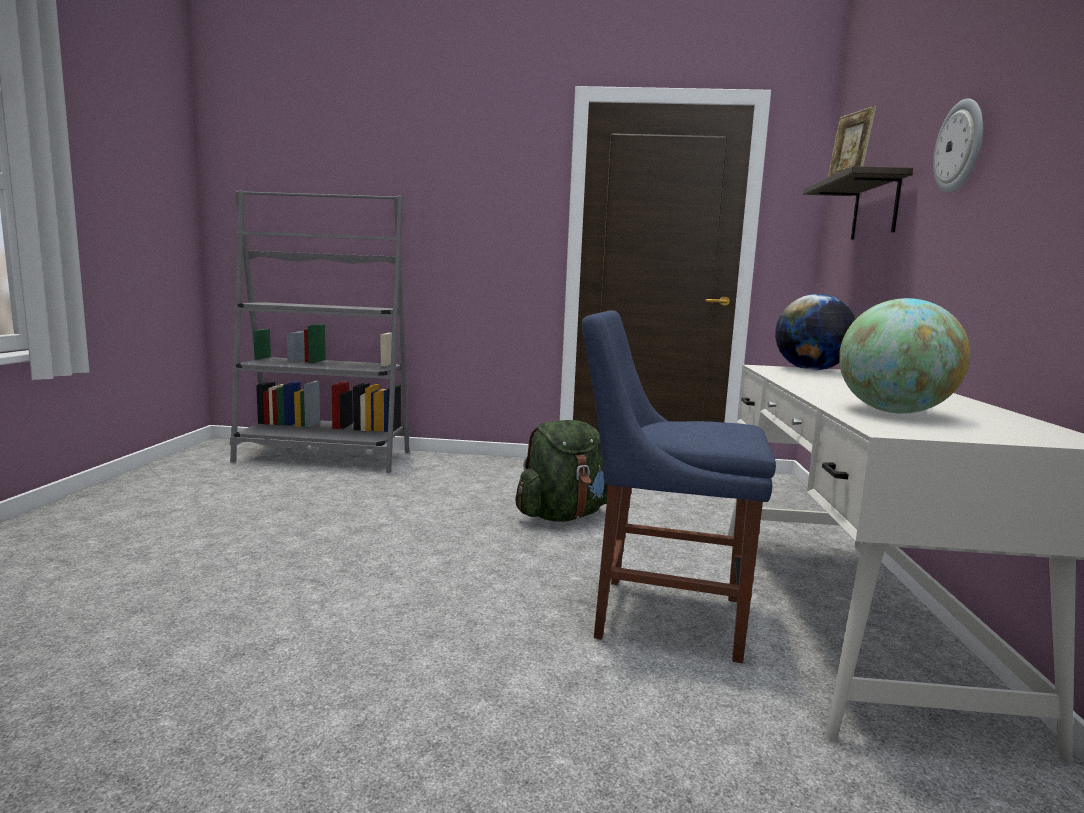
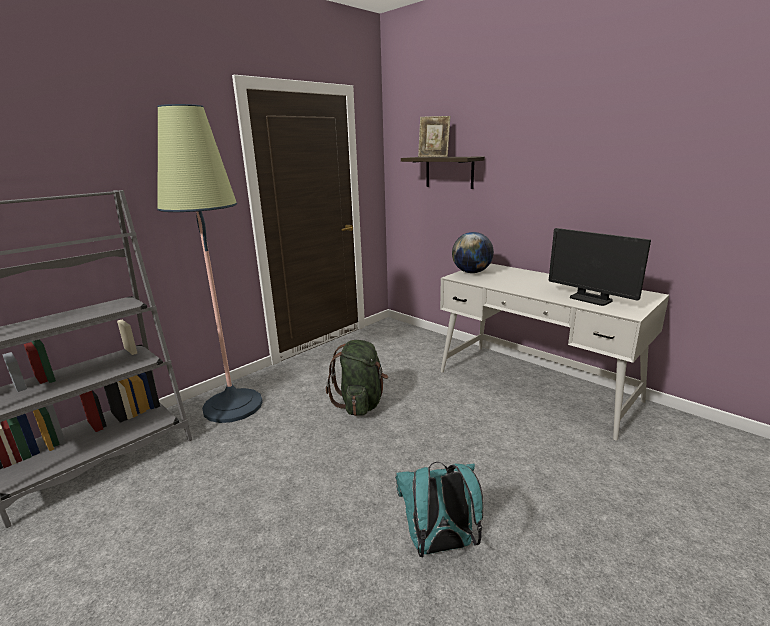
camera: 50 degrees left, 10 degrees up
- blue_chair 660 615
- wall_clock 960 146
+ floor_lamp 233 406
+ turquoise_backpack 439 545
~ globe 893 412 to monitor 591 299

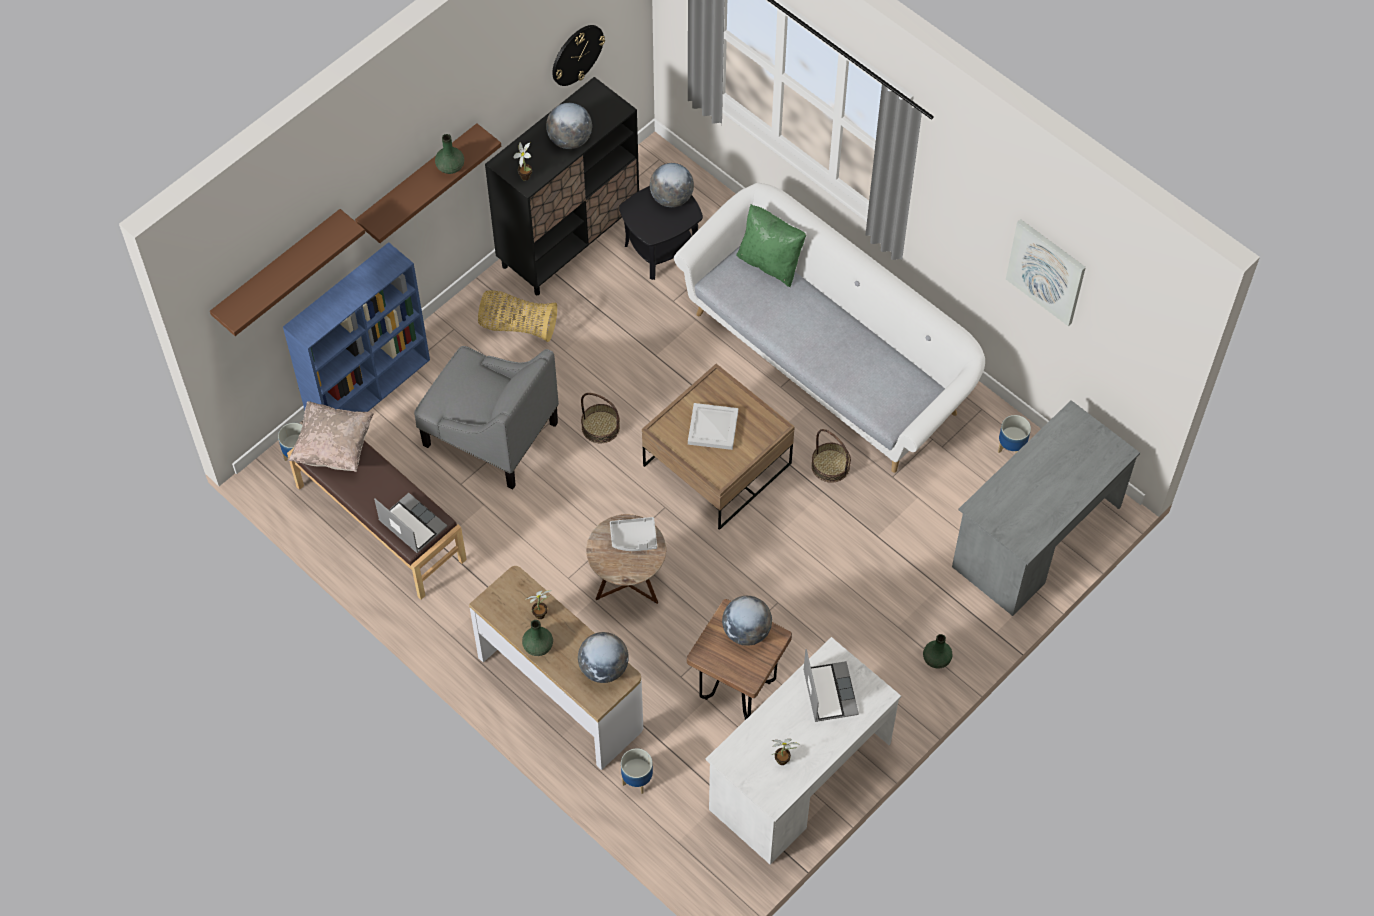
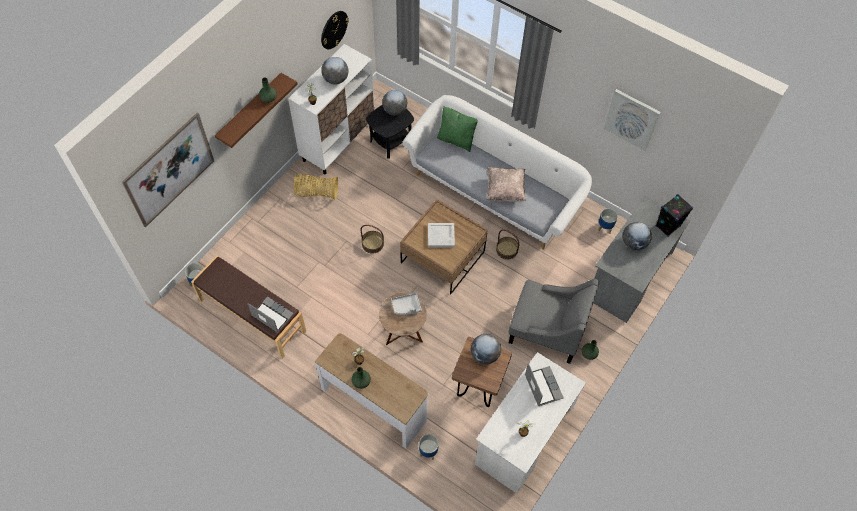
camera: 10 degrees left, 0 degrees up
- blue_bookcase 370 389
+ black_speaker 667 226
~ beige_pillow 333 447 to 505 190
~ grey_armchair 490 434 to 546 330
~ globe 604 668 to 634 243
~ brown_shelf 278 270 to picture 170 170
~ black_cabinet 569 239 to white_cabinet 338 142

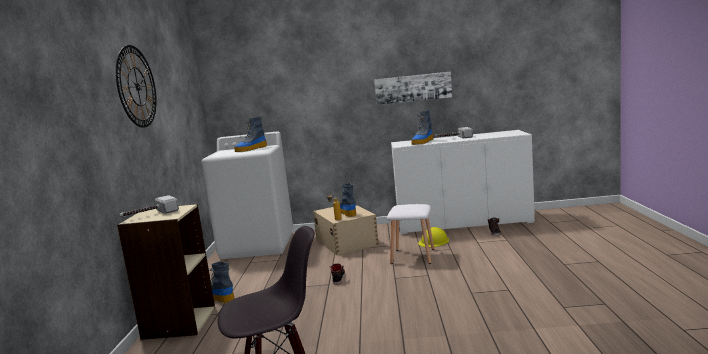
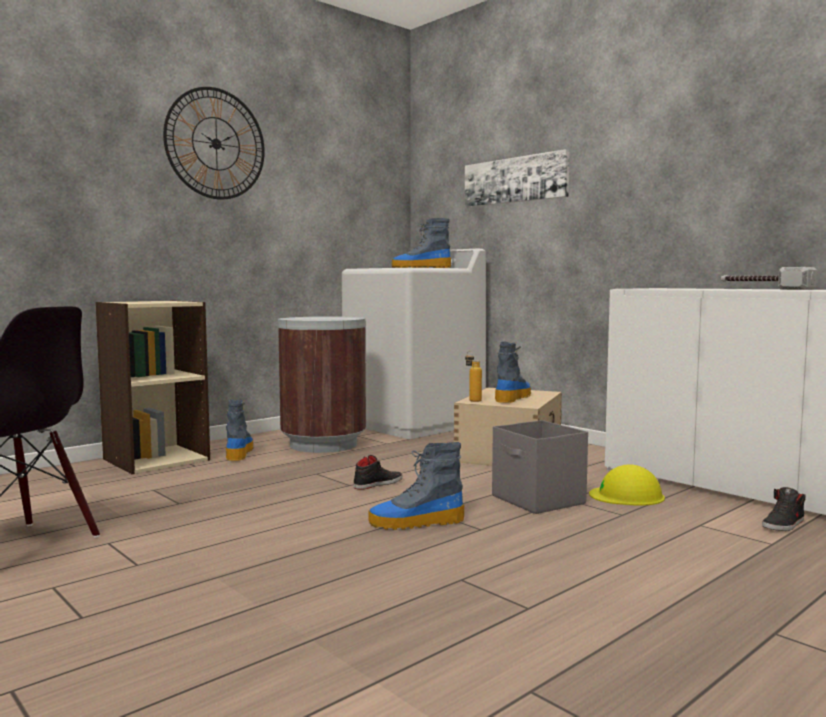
camera: 45 degrees right, 5 degrees down
- hammer 149 215
+ brown_trash_can 324 444
~ picture 413 88 to 515 180
~ boot 423 142 to 416 523
~ white_stool 413 256 to grey_storage_box 538 500

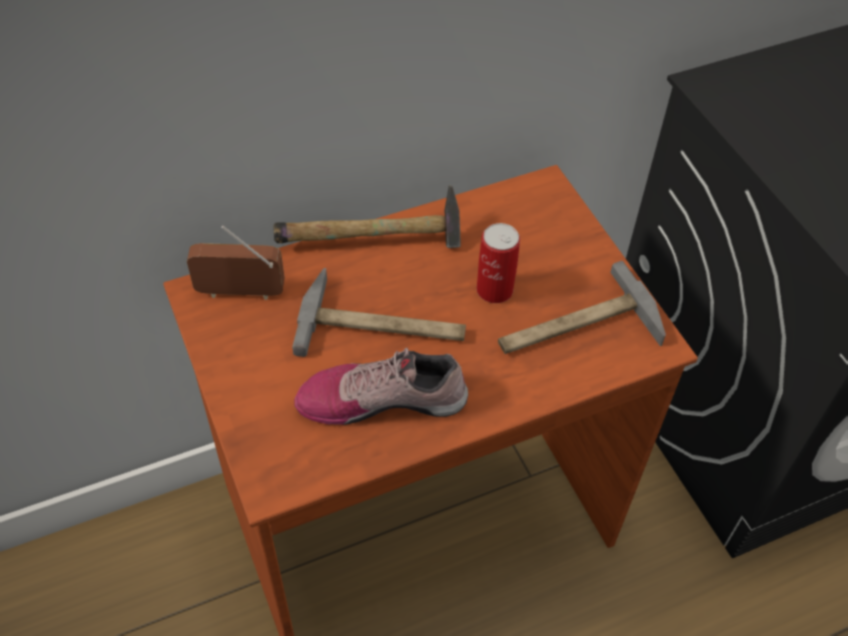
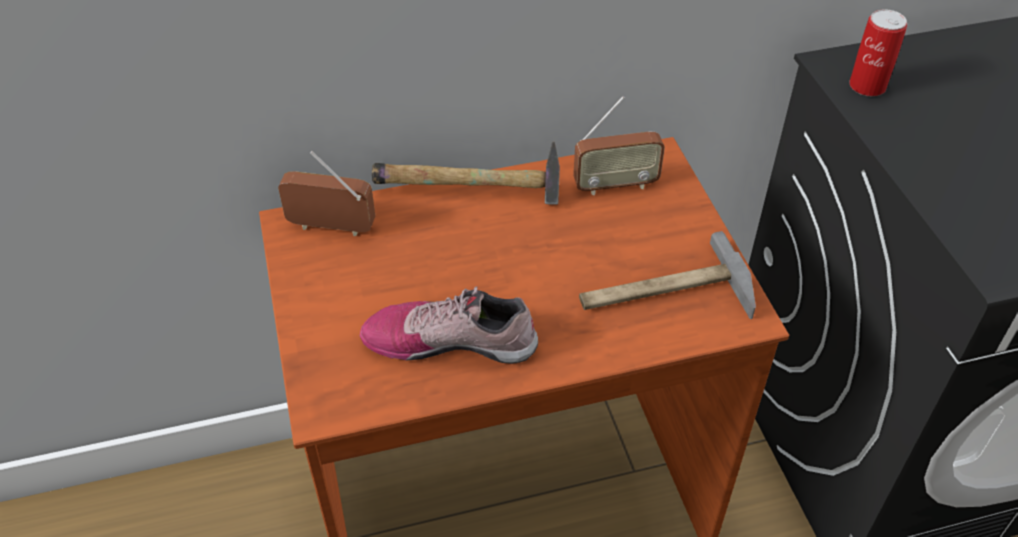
camera: 10 degrees right, 5 degrees down
- hammer 382 324
+ radio 615 185
~ can 494 290 to 867 86

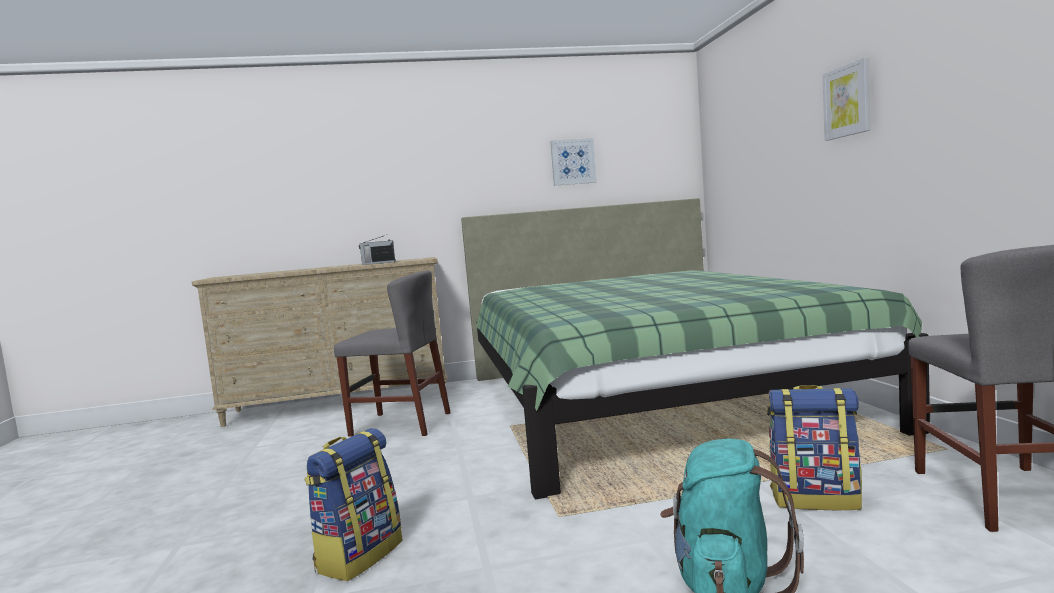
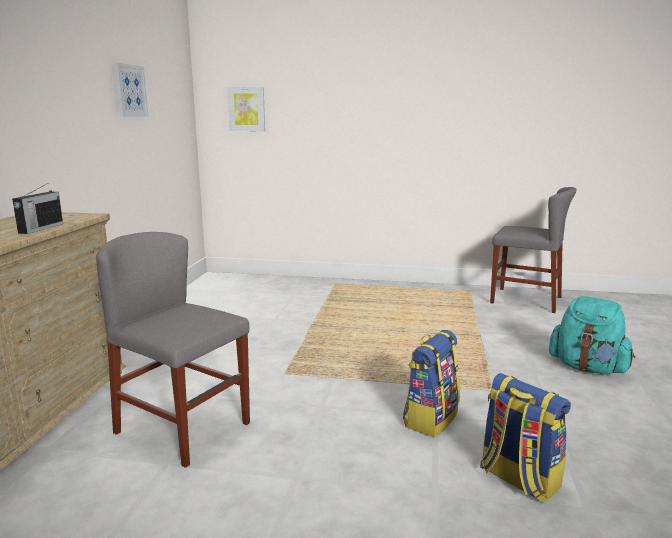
camera: 70 degrees left, 10 degrees up
- green_bed 647 400
~ backpack 815 498 to 430 418
~ picture 847 101 to 246 109
~ grey_chair 400 424 = 183 428 90 degrees counterclockwise

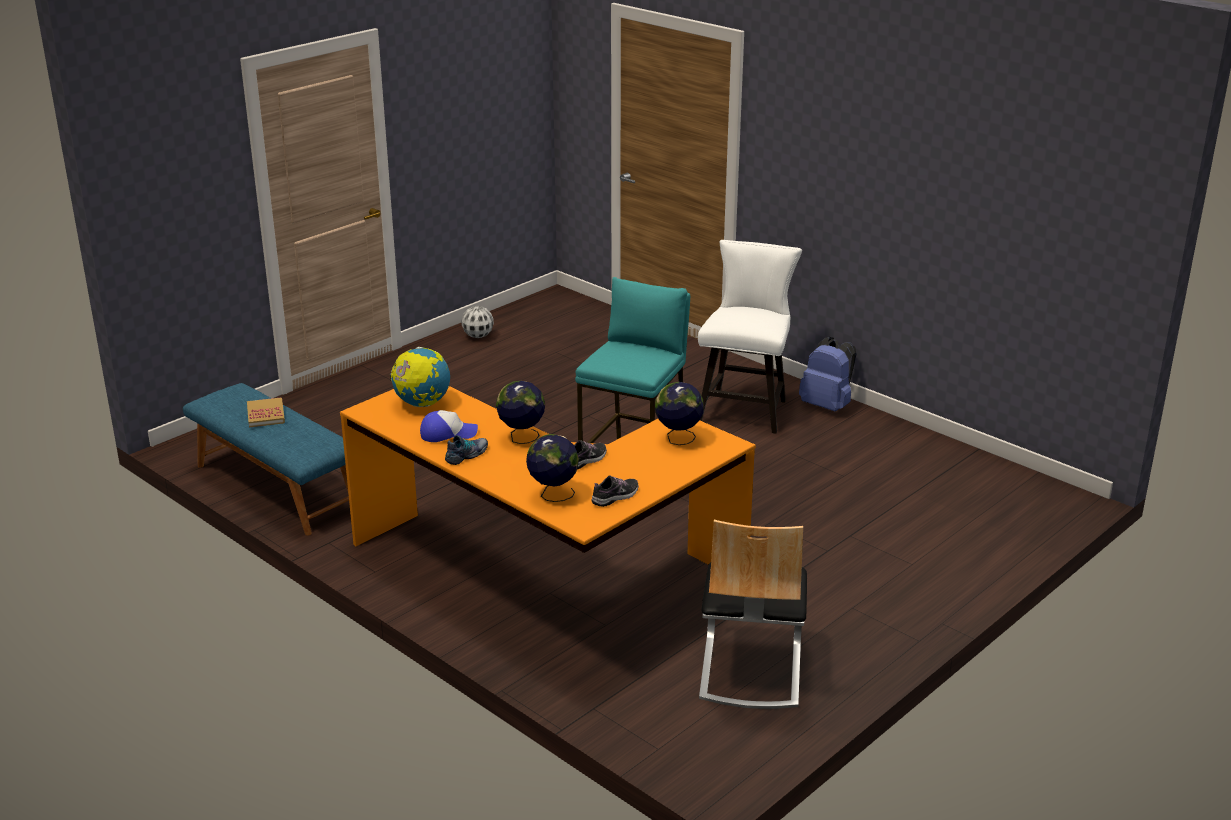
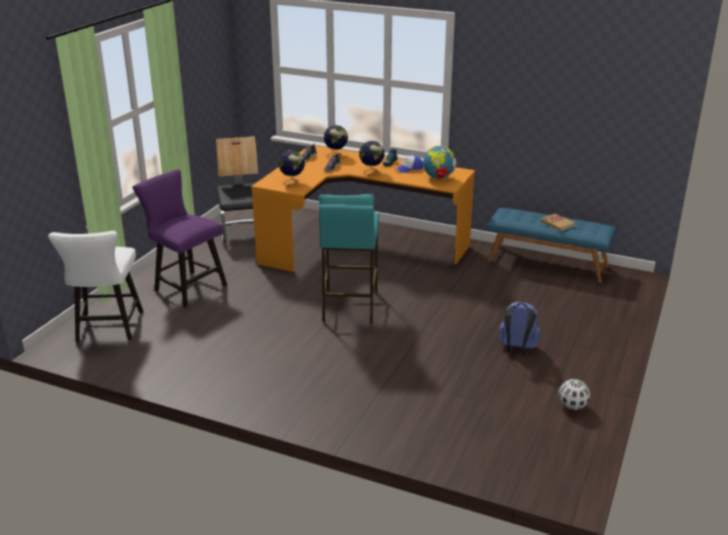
camera: 160 degrees right, 0 degrees up
+ purple_chair 186 287
~ white_chair 745 408 to 107 329
~ blue_backpack 827 405 to 517 350

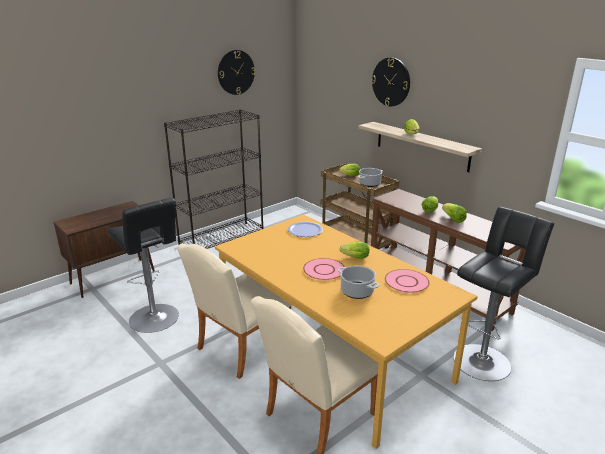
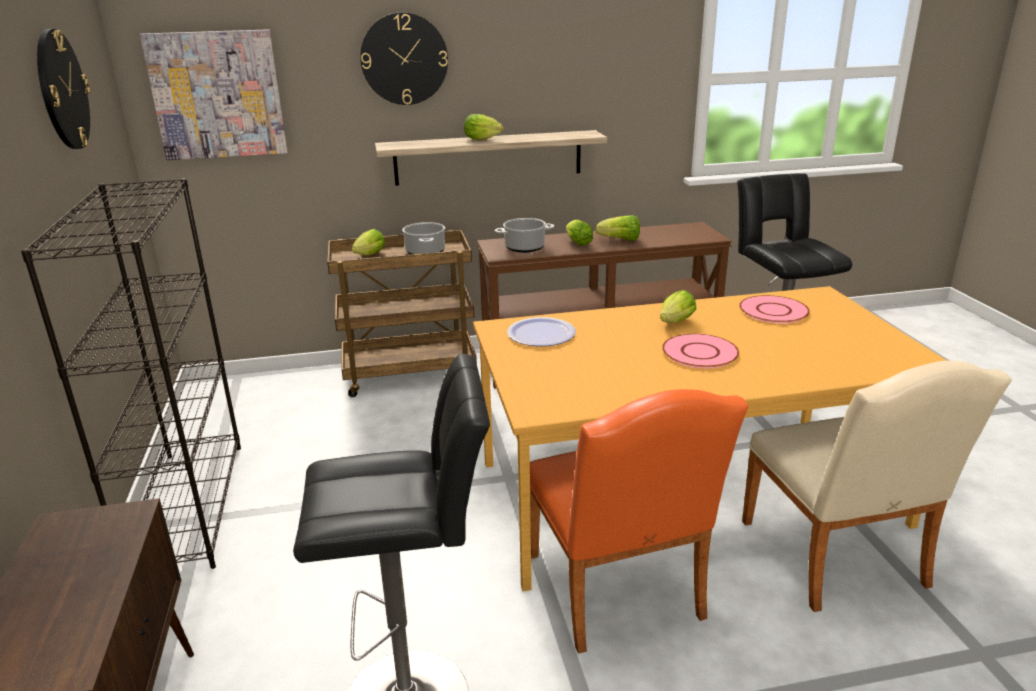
camera: 60 degrees left, 0 degrees up
+ picture 217 95
~ cooking_pot 356 291 to 524 248
~ beige_chair 239 349 to orange_chair 618 593

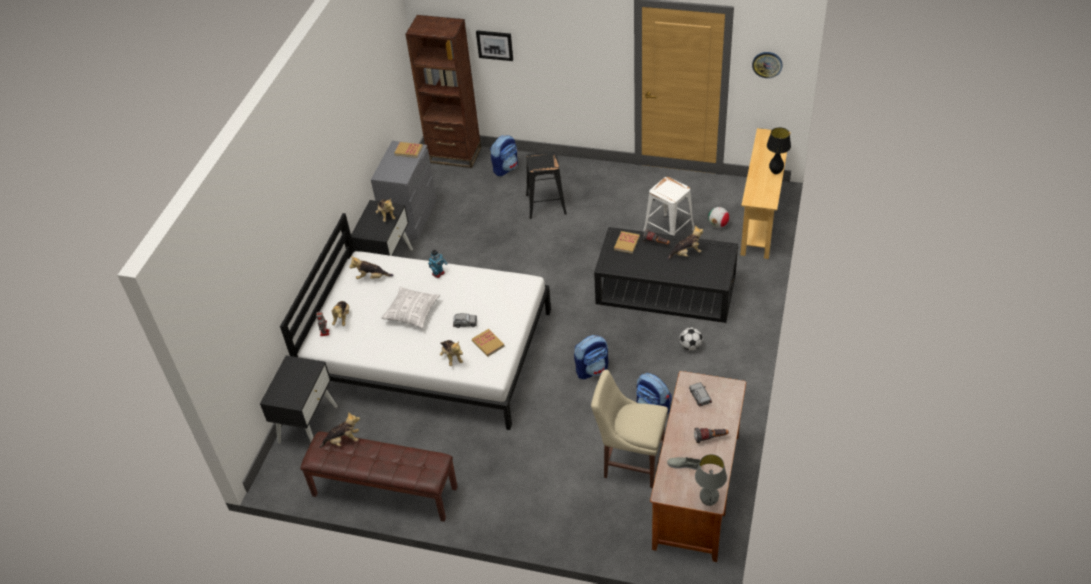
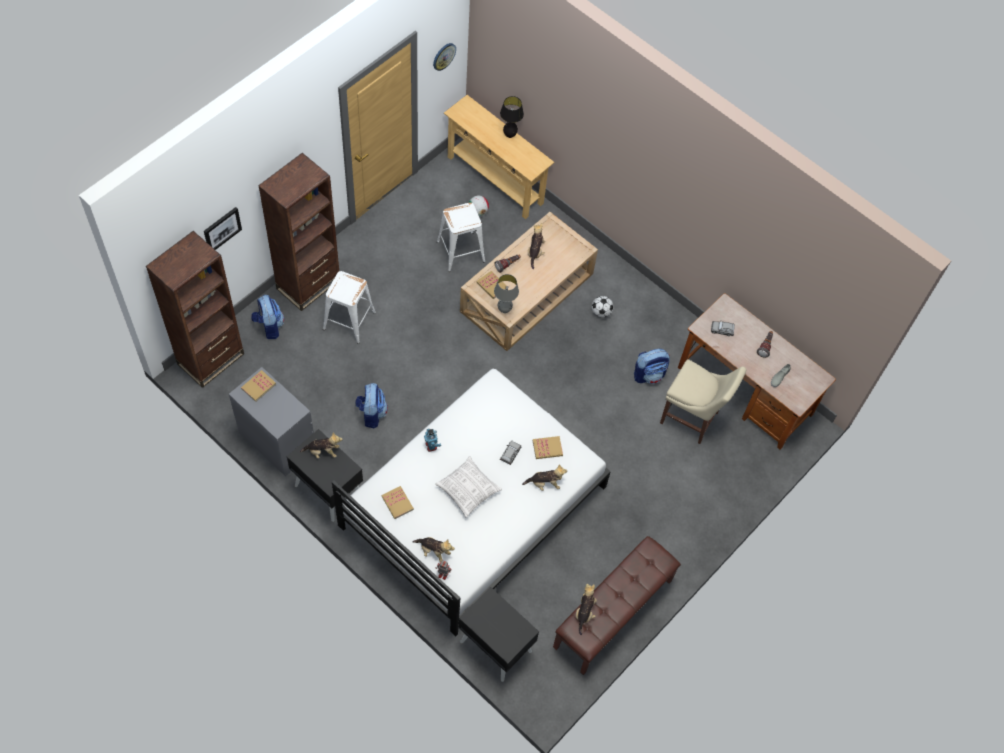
camera: 70 degrees left, 15 degrees up
+ brown_bookcase 308 284
~ backpack 592 369 to 371 413
~ grey_table_lamp 709 502 to 504 310
~ plush_toy 372 277 to book 397 503
~ black_stool 546 204 to white_stool 348 320
~ black_coffee_table 665 290 to beige_coffee_table 527 293
~ beige_chair 630 462 = 692 419 105 degrees counterclockwise

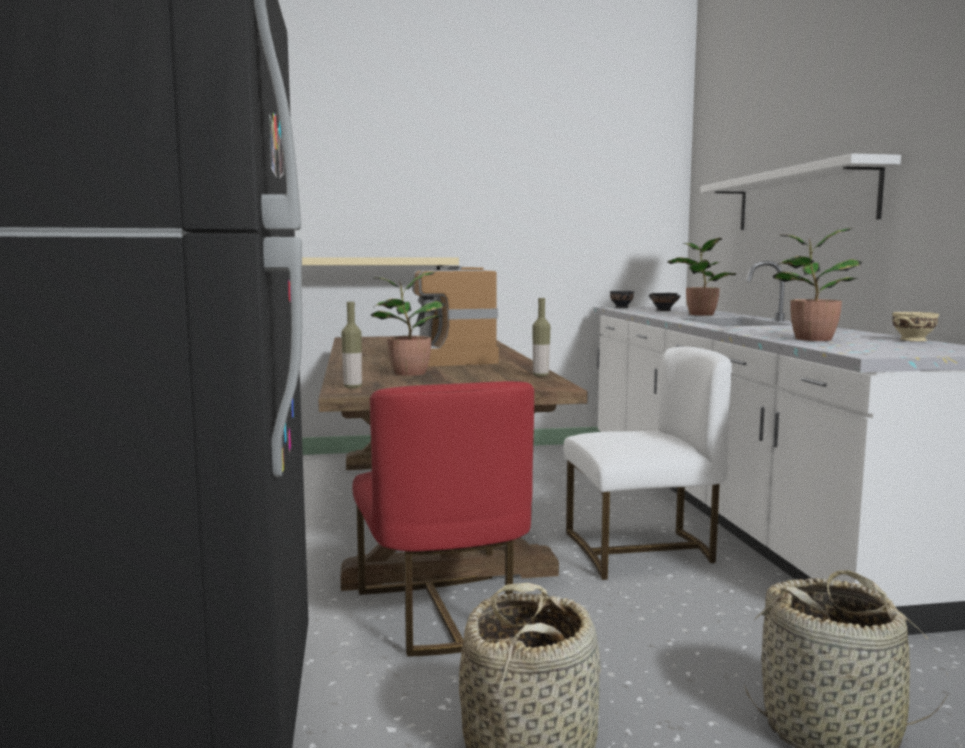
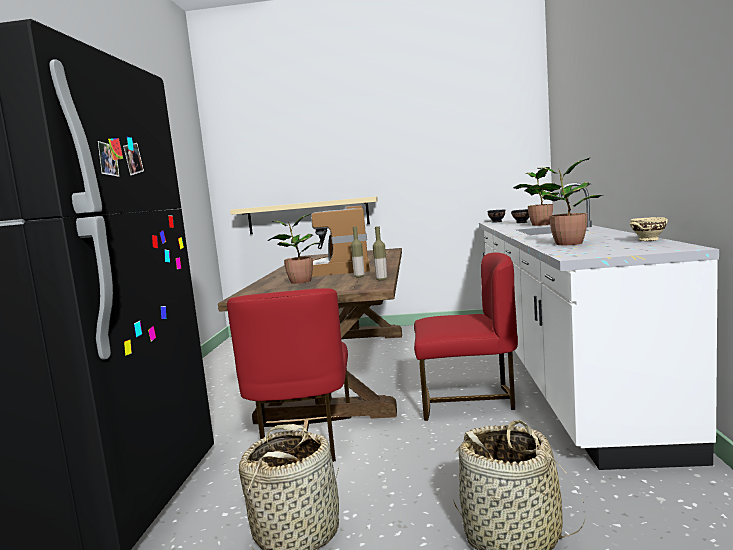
camera: 15 degrees right, 0 degrees up
- white_shelf 802 199
~ bottle 352 387 to 359 276
~ white_chair 641 551 to red_chair 466 400

